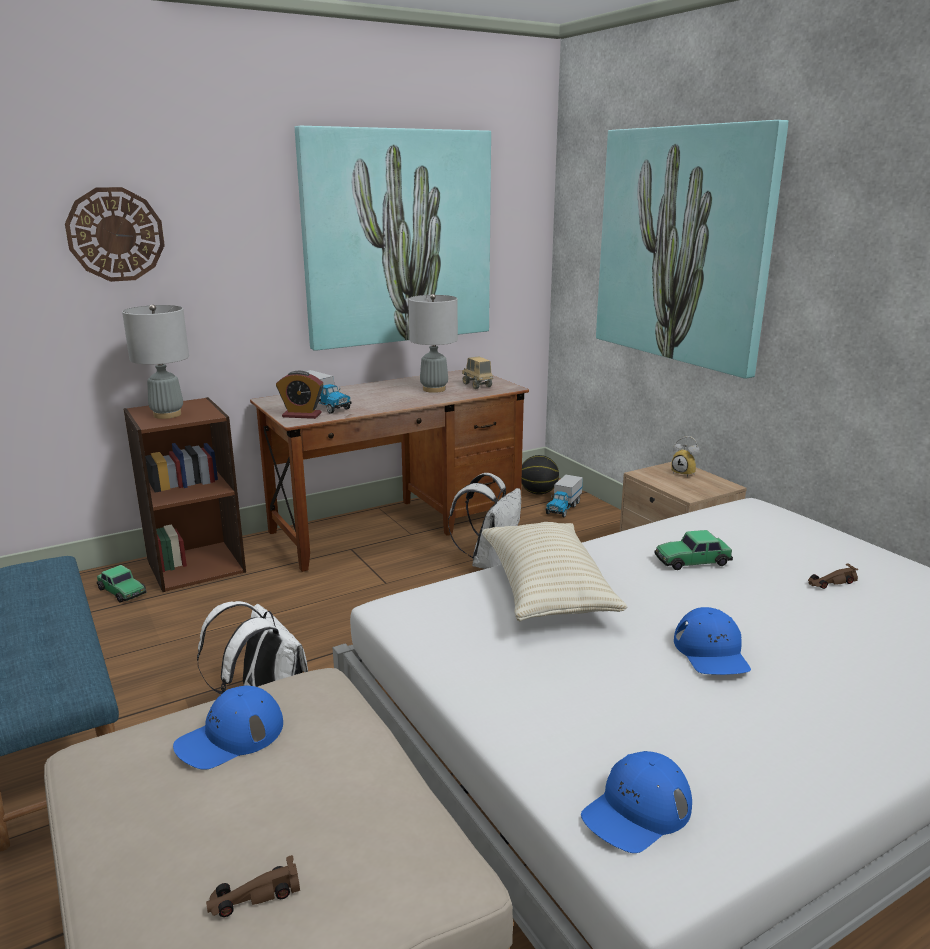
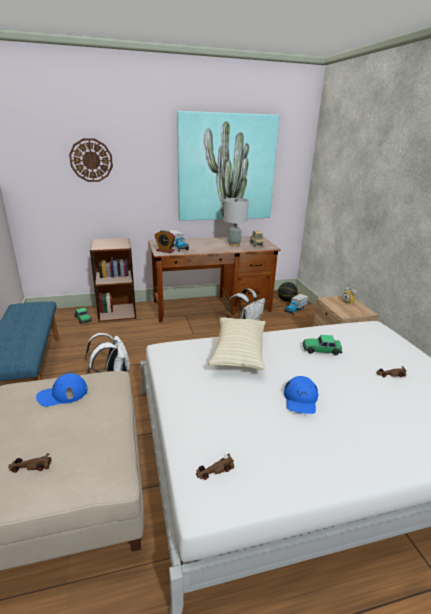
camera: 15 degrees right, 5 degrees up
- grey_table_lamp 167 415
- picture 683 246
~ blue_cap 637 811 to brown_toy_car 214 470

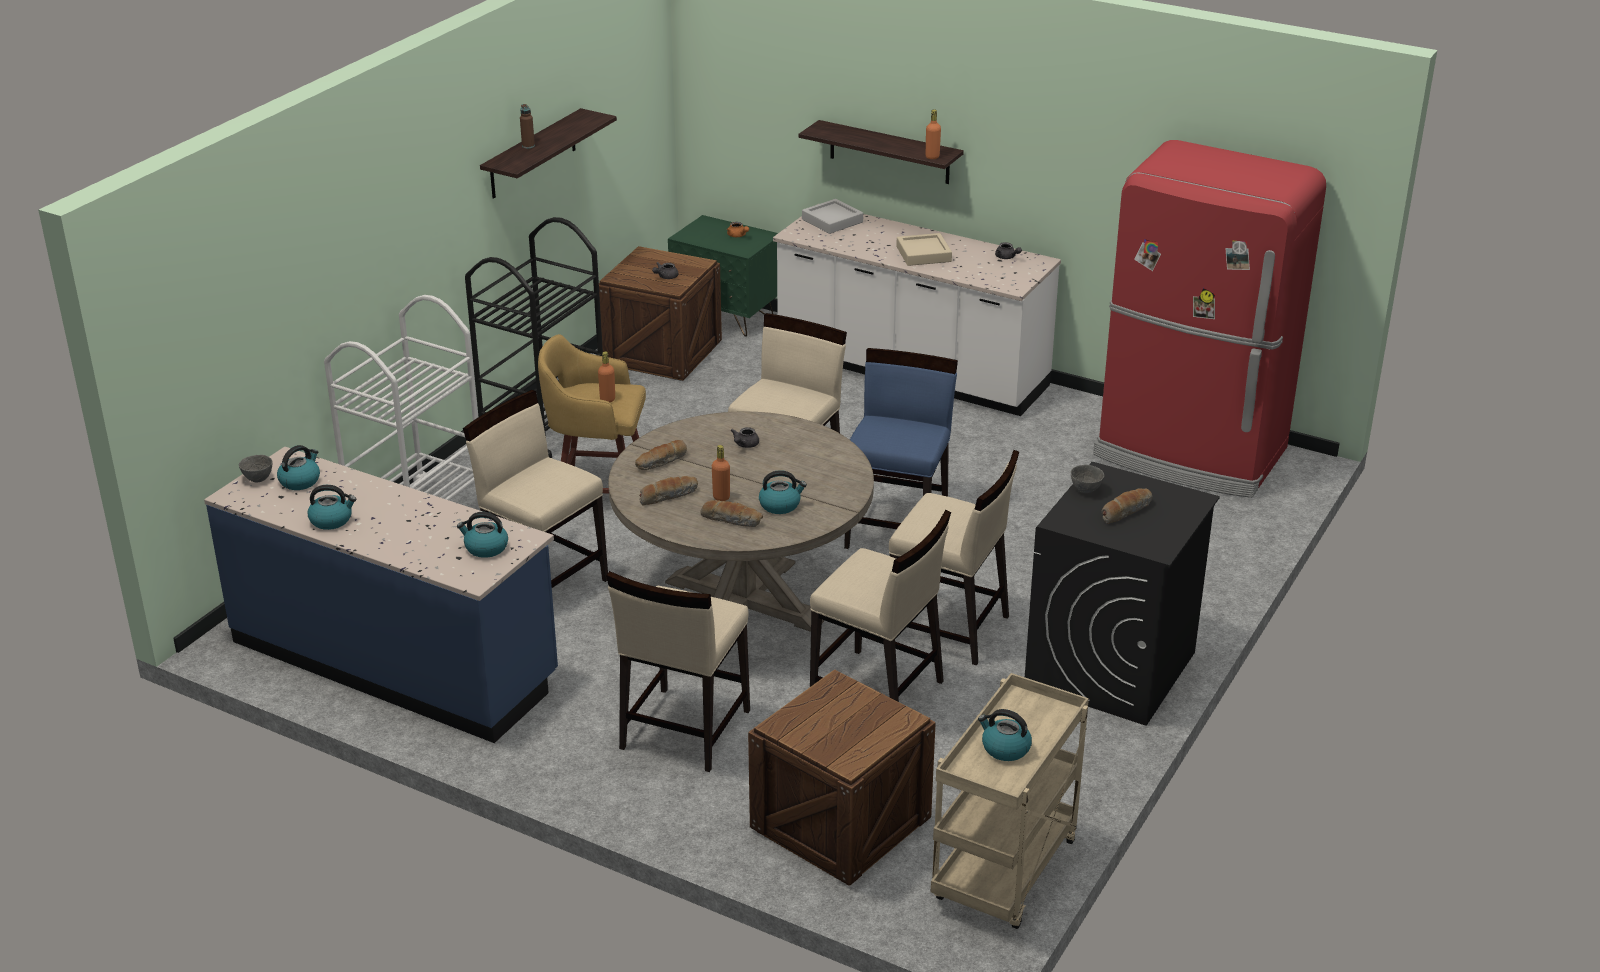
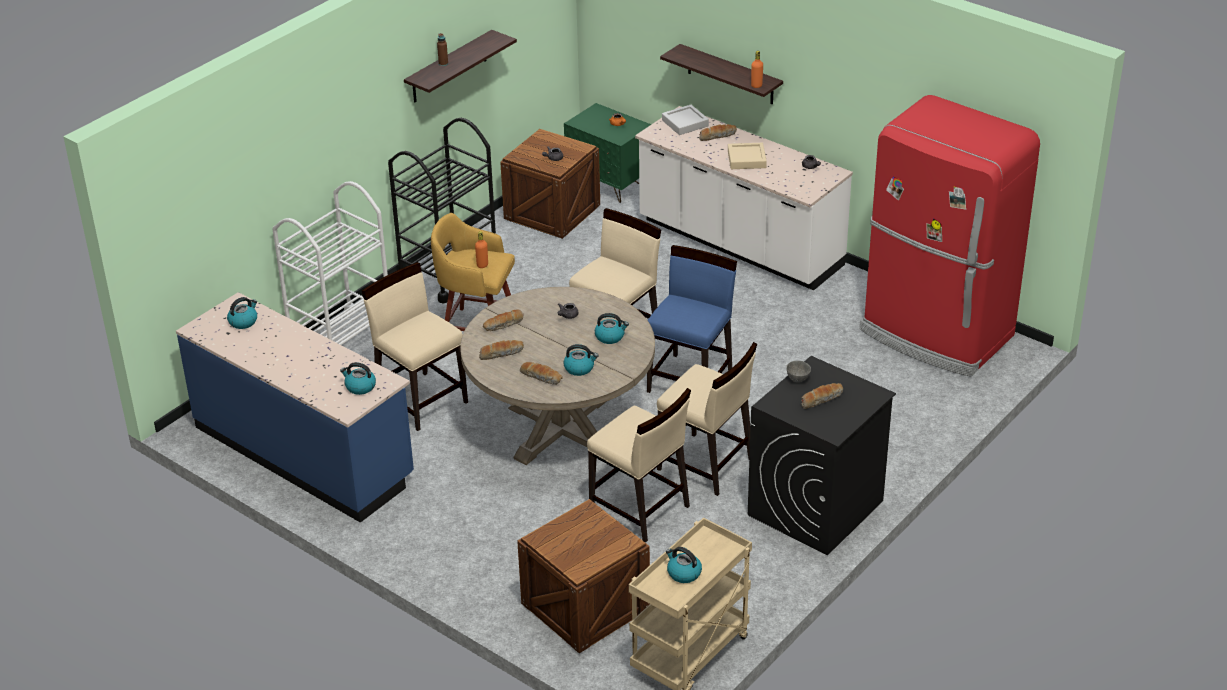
camera: 10 degrees right, 5 degrees up
- grey_bowl 258 479
- beige_chair 683 730
- orange_bottle 721 497
+ bread 717 136
~ kettle 332 520 to 610 337

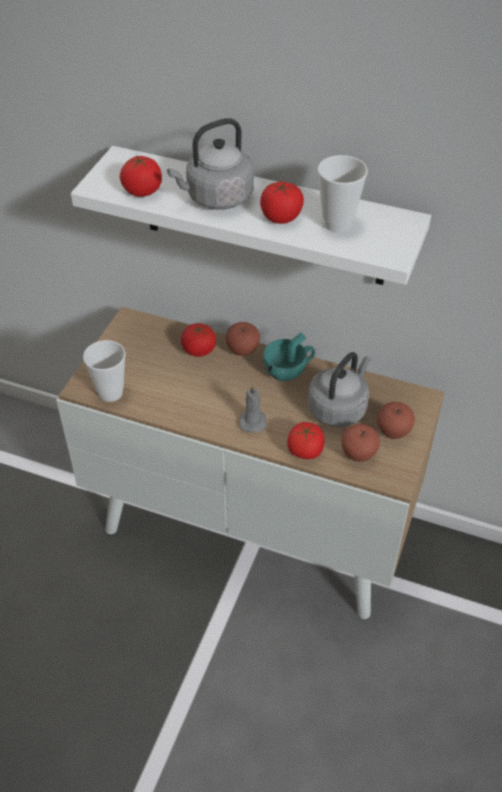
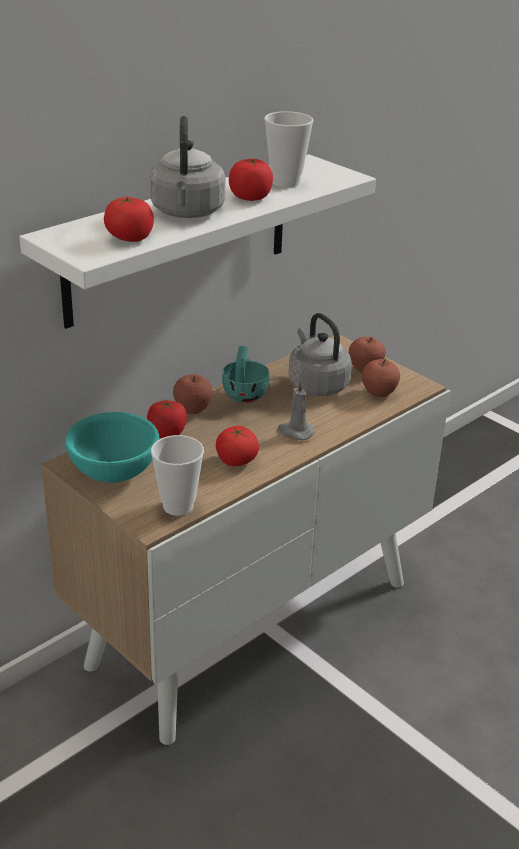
camera: 65 degrees left, 15 degrees down
+ turquoise_bowl 114 472
~ tomato 305 450 to 236 461

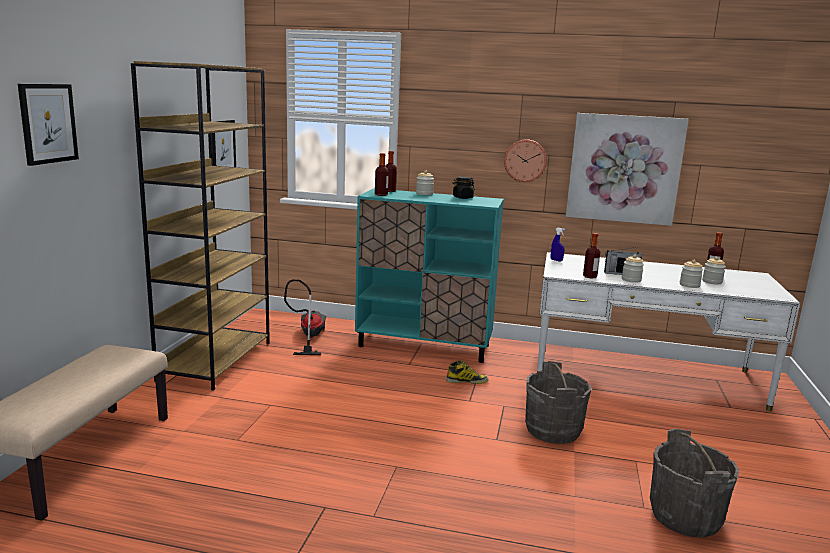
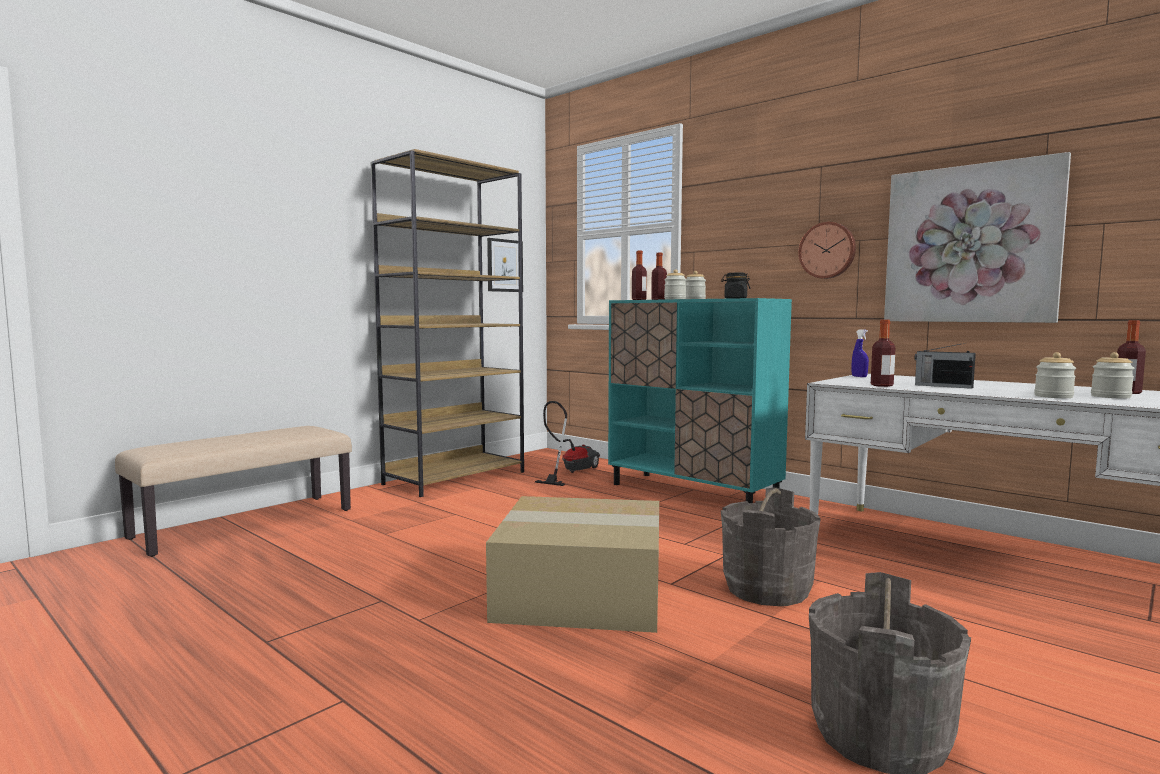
camera: 30 degrees right, 10 degrees down
- picture 48 123
- boot 467 381
+ cardboard_box 584 591
~ jar 631 280 to 675 299

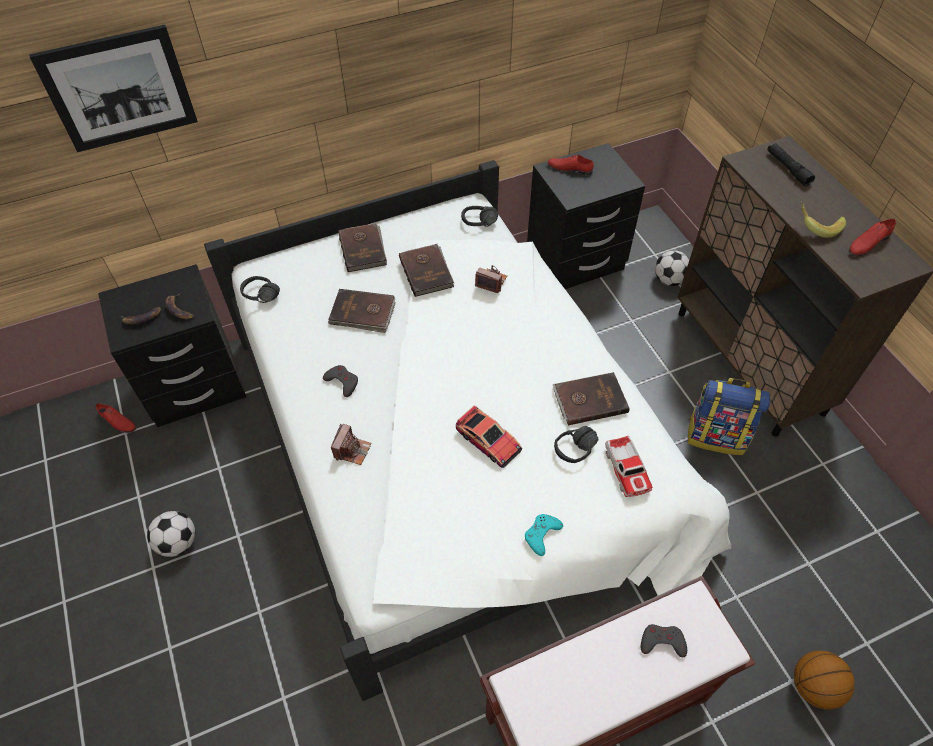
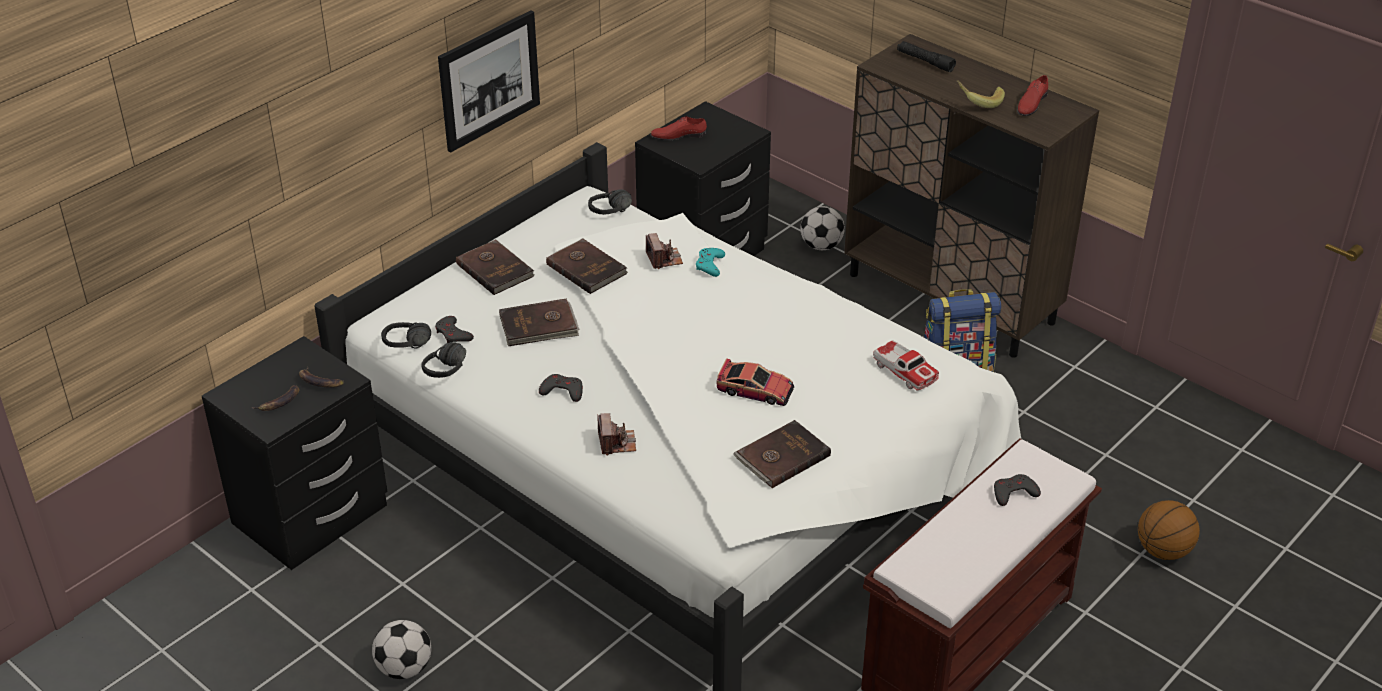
camera: 25 degrees left, 15 degrees down
- red_shoe 117 422
+ grey_game_controller 453 334
~ picture 119 89 to 489 80
~ turquoise_game_controller 541 535 to 710 265
~ brown_book 589 399 to 781 456
~ black_headphones 580 454 to 452 371
~ photo_camera 491 282 = 664 259 75 degrees clockwise

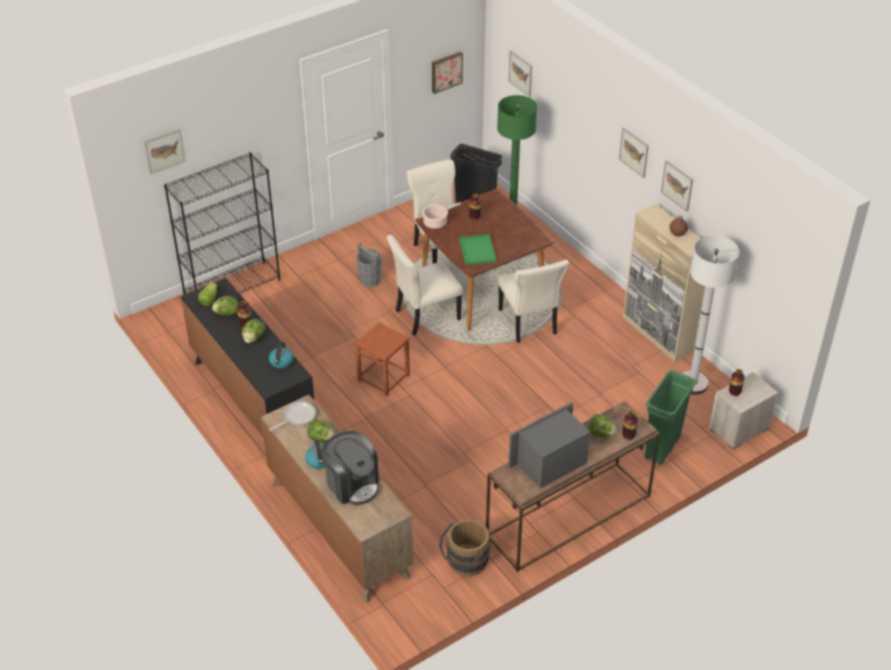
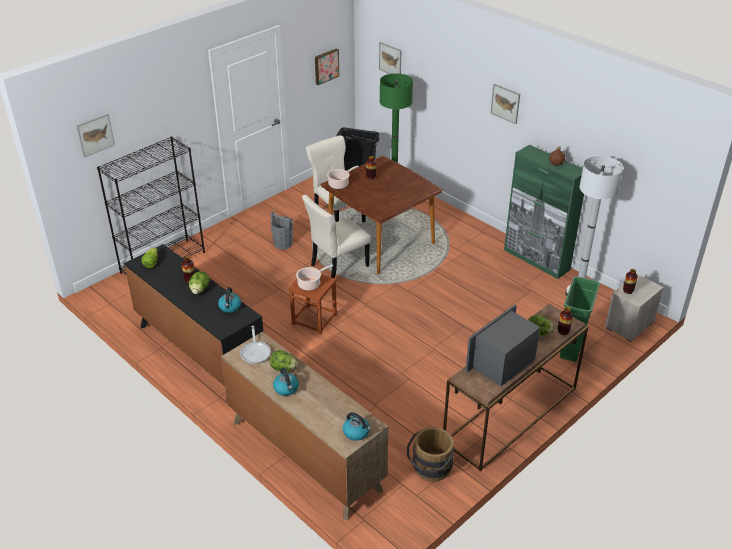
camera: 10 degrees left, 5 degrees down
- lettuce 227 313
- coffee_machine 352 484
- green_tray 478 251
- beige_chair 528 323
- picture 677 185
+ cooking_pot 310 284
+ kettle 356 432
~ beige_cabinet 658 335 to green_cabinet 536 260
~ frying_pan 297 417 = 255 352 135 degrees clockwise

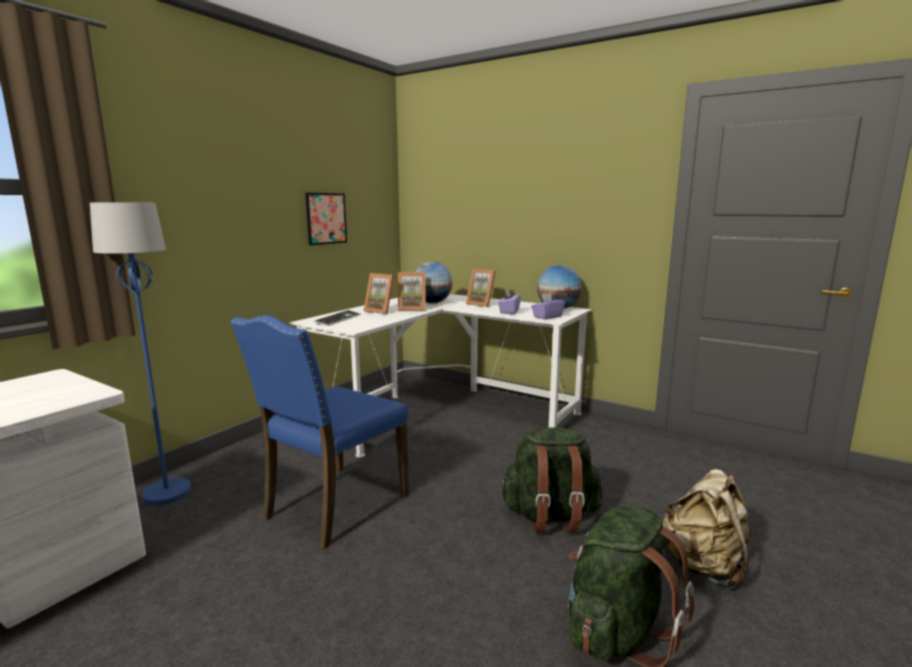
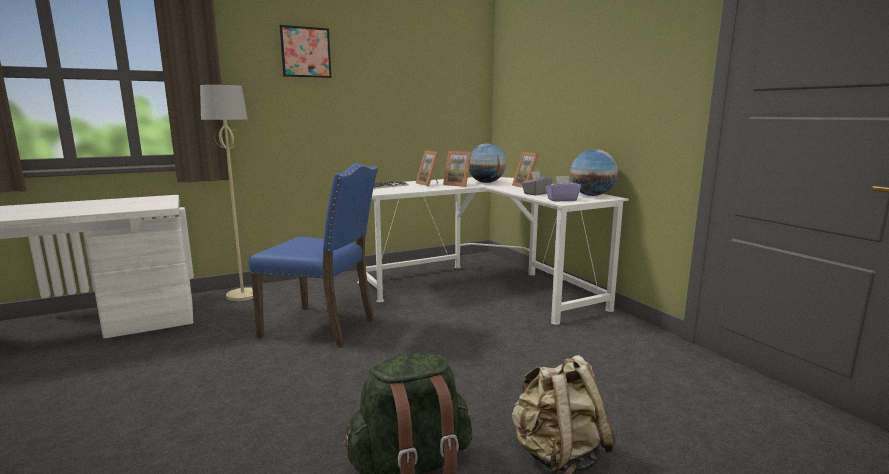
camera: 30 degrees right, 0 degrees up
- green_backpack 550 516
~ picture 326 218 to 306 52
~ blue_floor_lamp 167 492 to beige_floor_lamp 243 295
~ purple_tissue_box 509 312 to grey_tissue_box 536 193
~ blue_chair 333 506 = 322 327 135 degrees counterclockwise

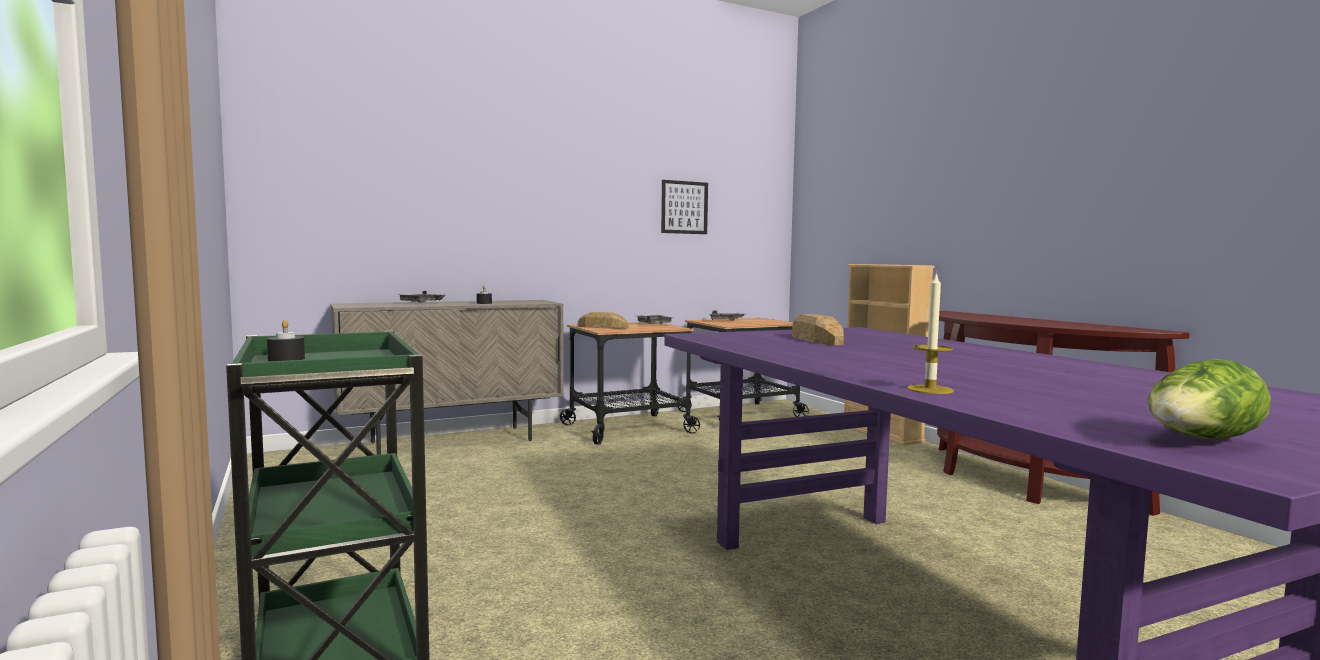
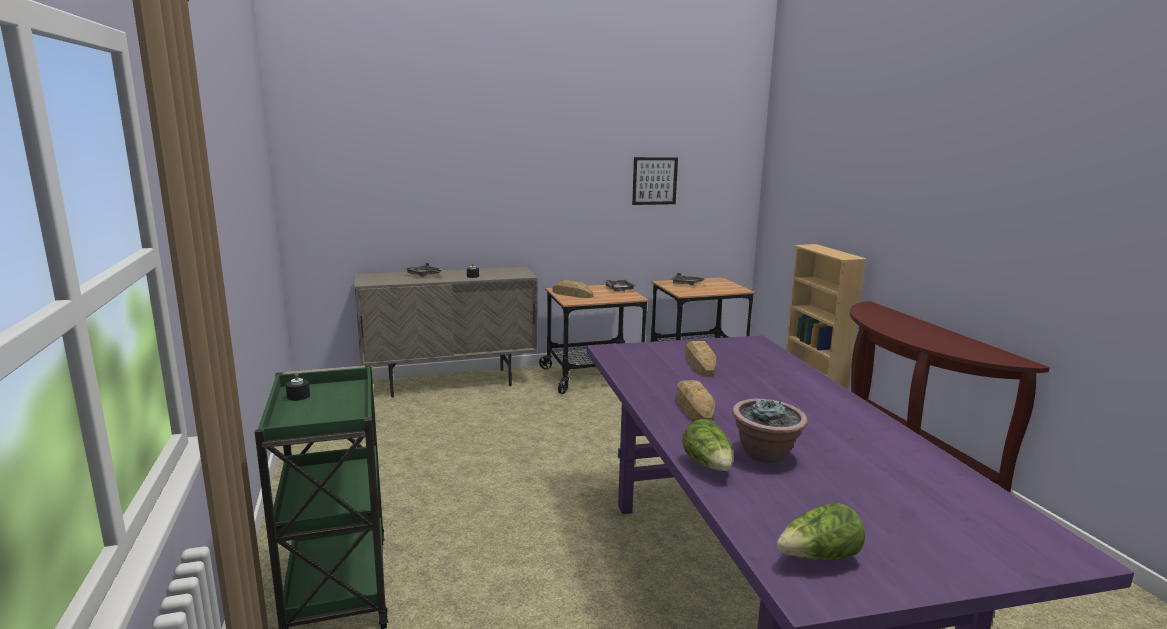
camera: 10 degrees right, 10 degrees up
+ bread 694 408
+ potted_plant 765 454
~ candle 930 389 to lettuce 709 465

